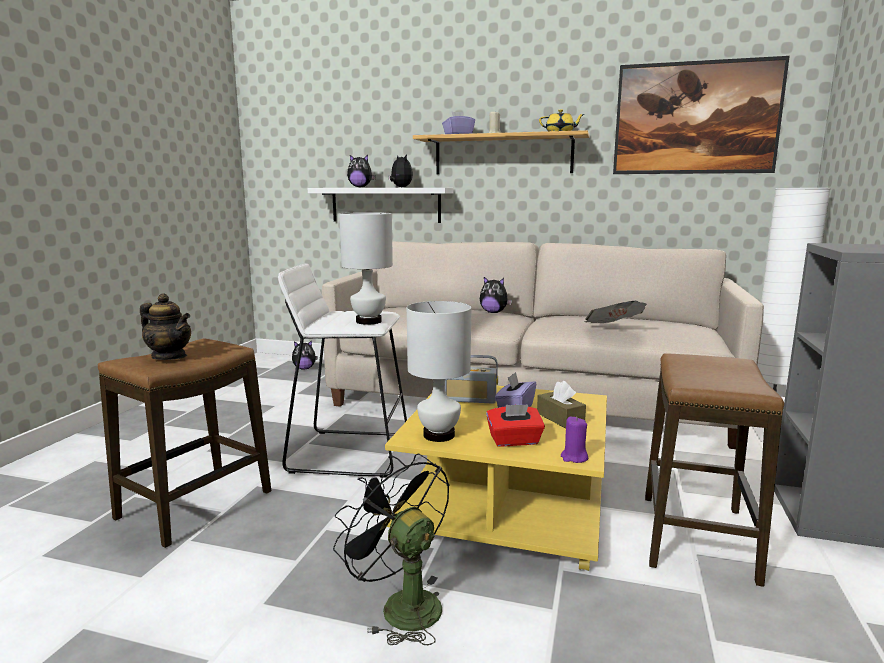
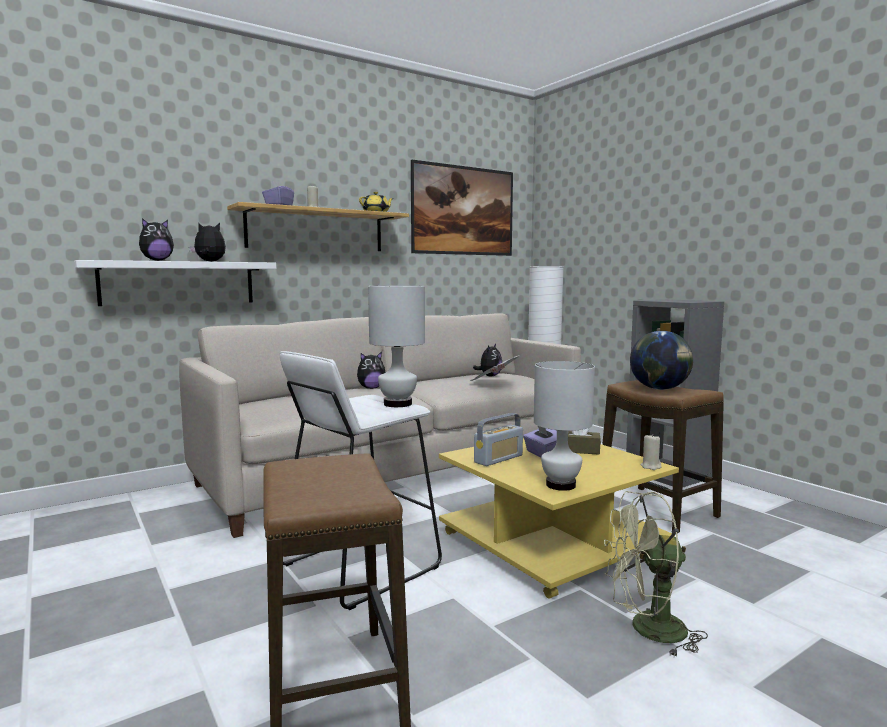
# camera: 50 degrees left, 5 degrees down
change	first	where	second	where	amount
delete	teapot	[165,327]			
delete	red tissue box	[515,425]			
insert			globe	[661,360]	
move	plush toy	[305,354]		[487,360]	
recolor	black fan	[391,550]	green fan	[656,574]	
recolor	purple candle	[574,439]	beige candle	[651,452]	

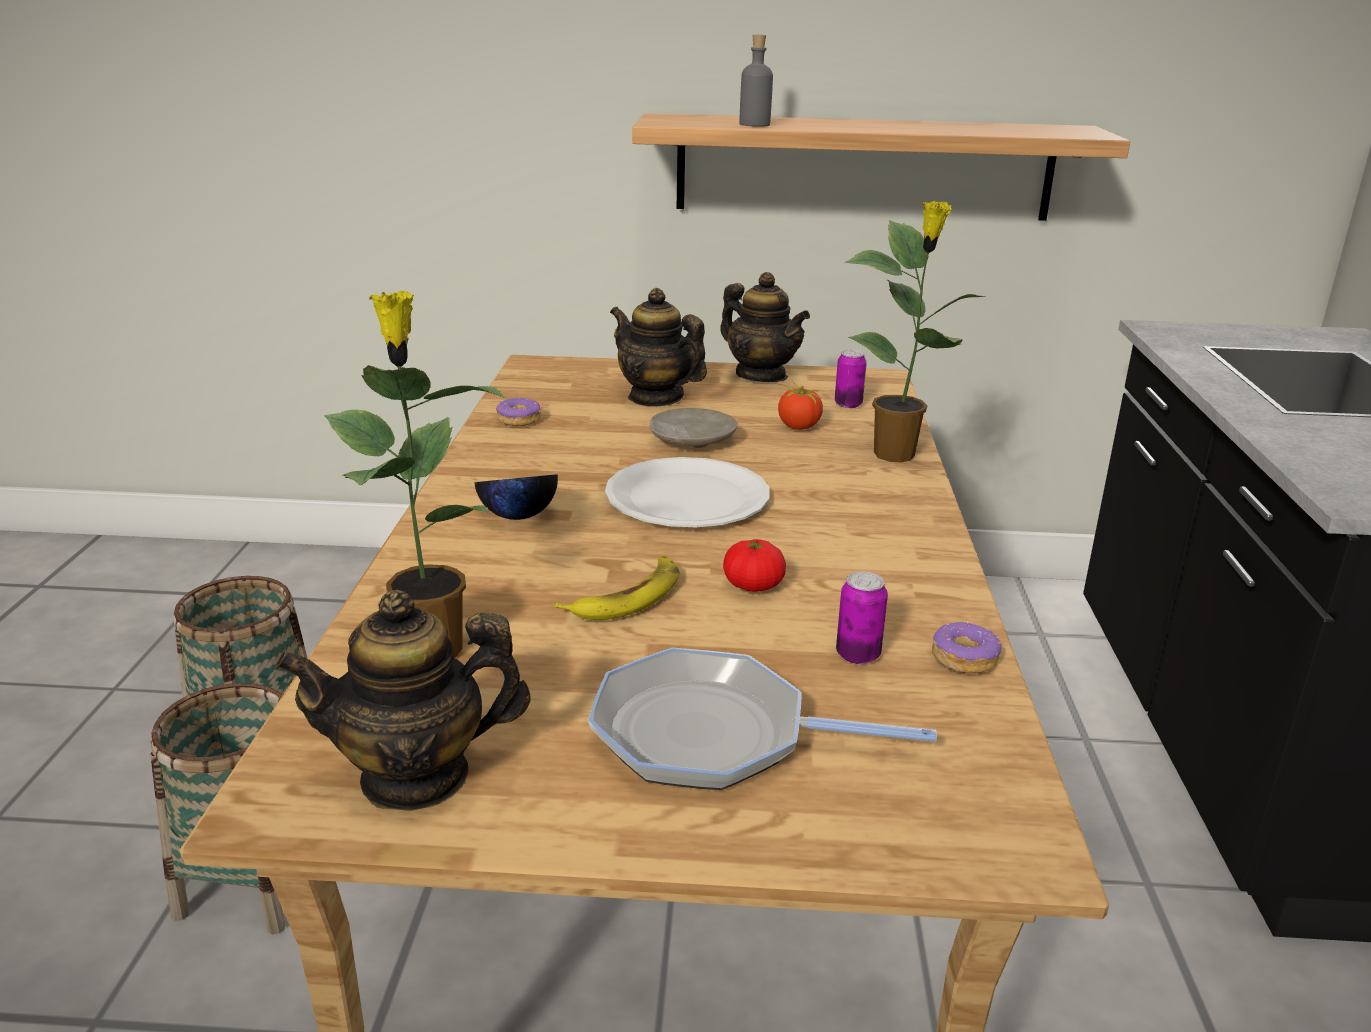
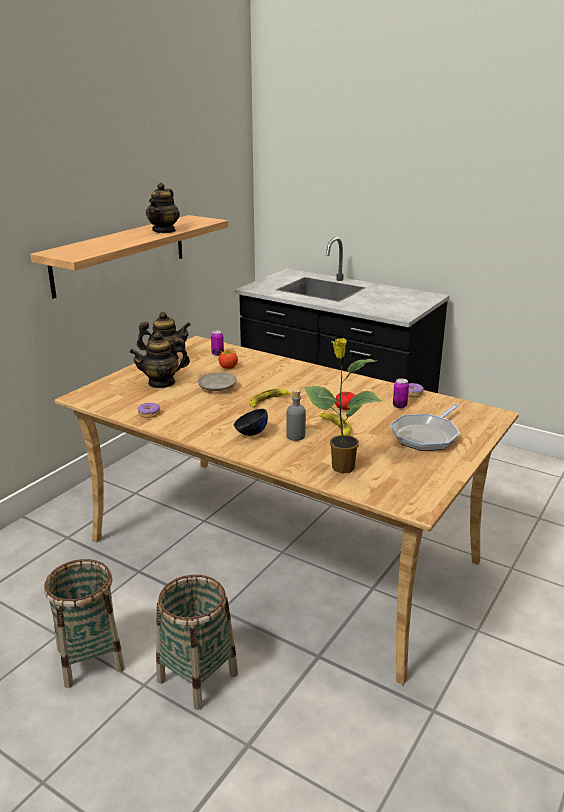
# camera: 60 degrees left, 0 degrees up
change	first	where	second	where	amount
delete	potted plant	[915,331]			
move	teapot	[403,700]		[163,208]	
move	grey bottle	[756,81]		[296,415]	
replace	white plate	[687,492]	banana	[271,398]	

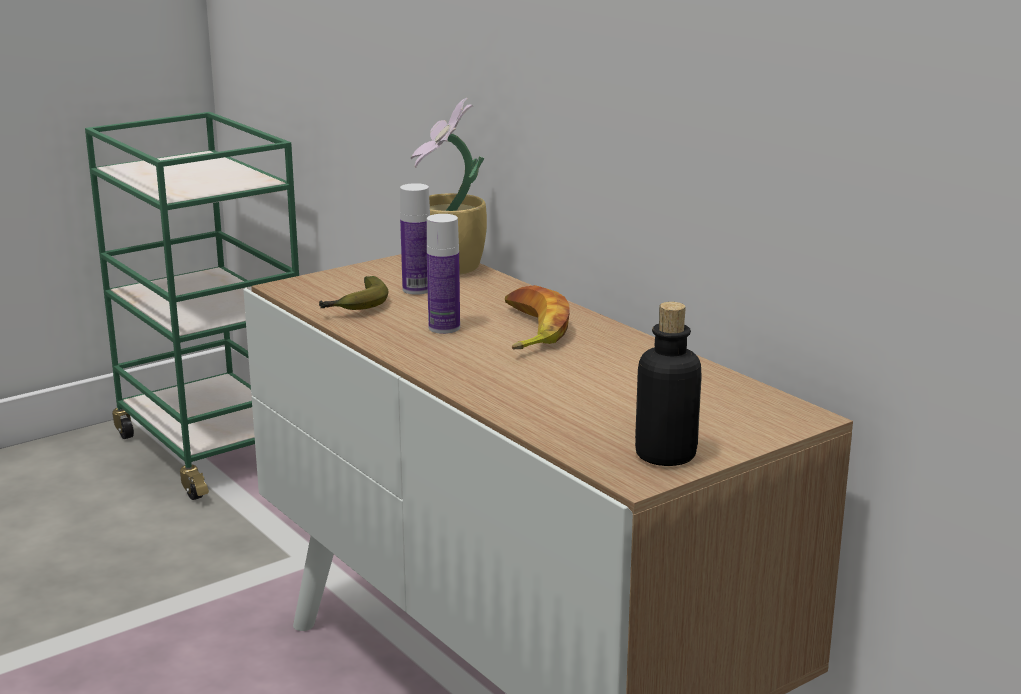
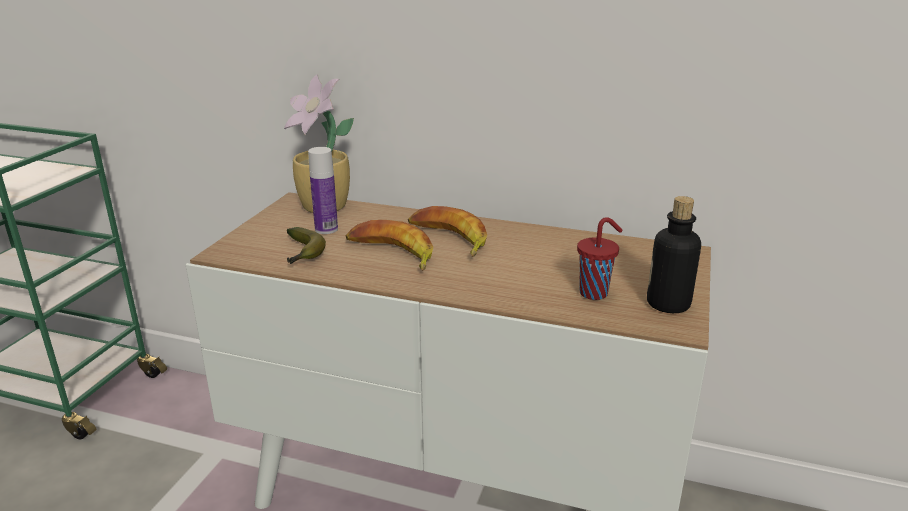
# camera: 35 degrees left, 5 degrees up
change	first	where	second	where	amount
insert			red cup	[599,258]	
replace	bottle	[443,274]	banana	[389,245]	

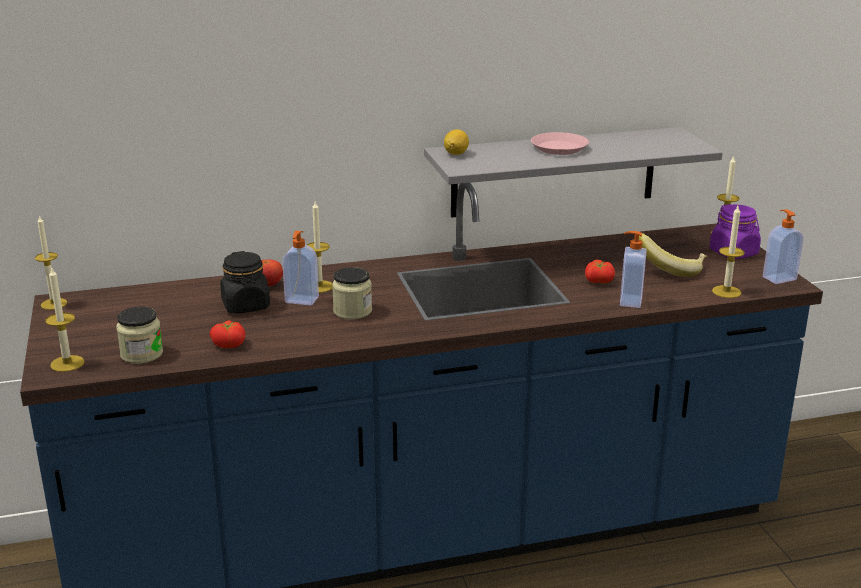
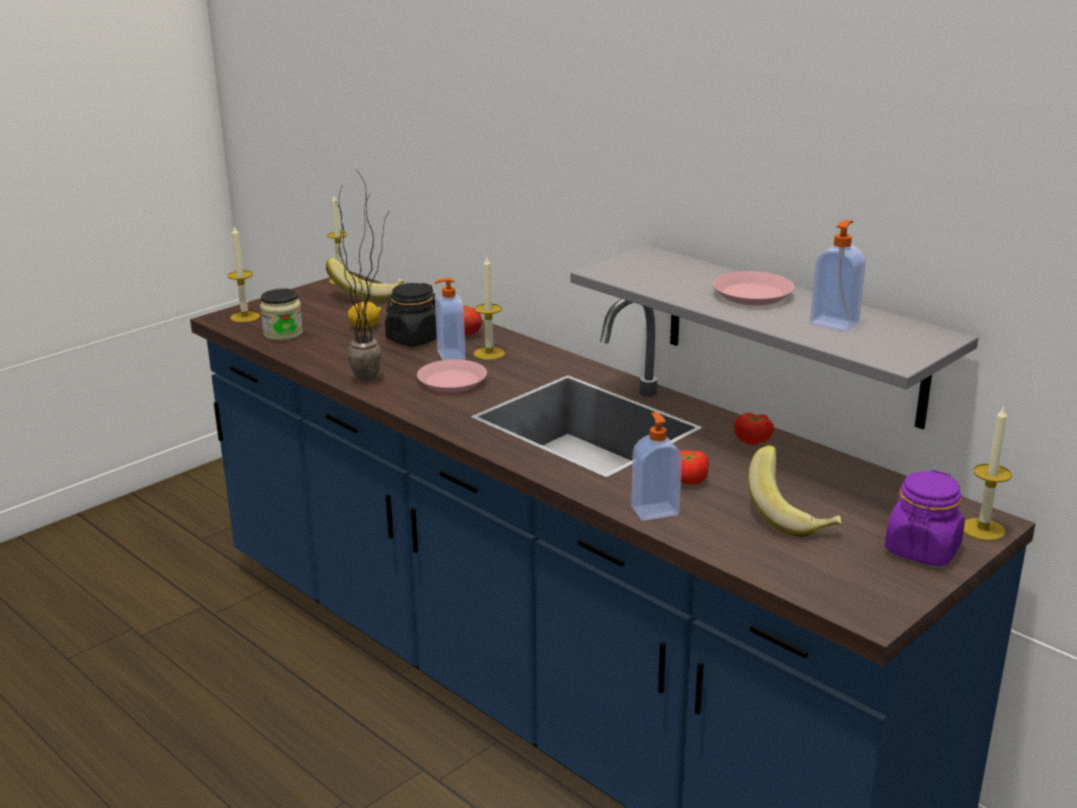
# camera: 60 degrees right, 0 degrees up
change	first	where	second	where	amount
delete	candle	[728,252]			
insert			banana	[365,279]	
insert			potted plant	[361,276]	
move	tomato	[228,334]		[754,429]	
move	lemon	[456,142]		[364,315]	
move	soap dispenser	[783,246]		[838,276]	
replace	jar	[352,293]	pink plate	[452,376]	

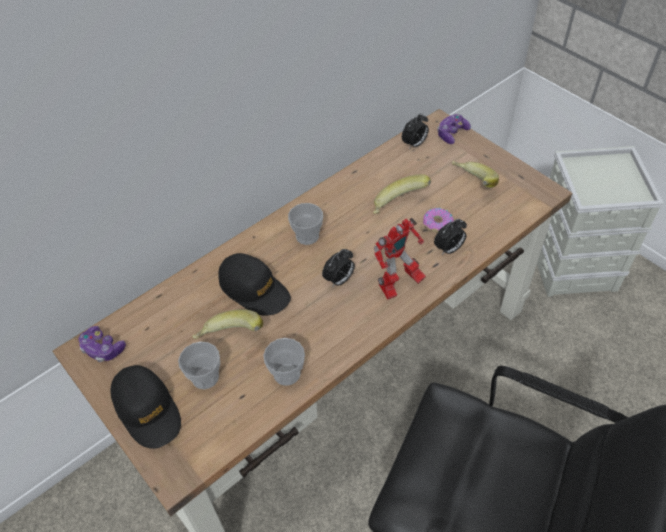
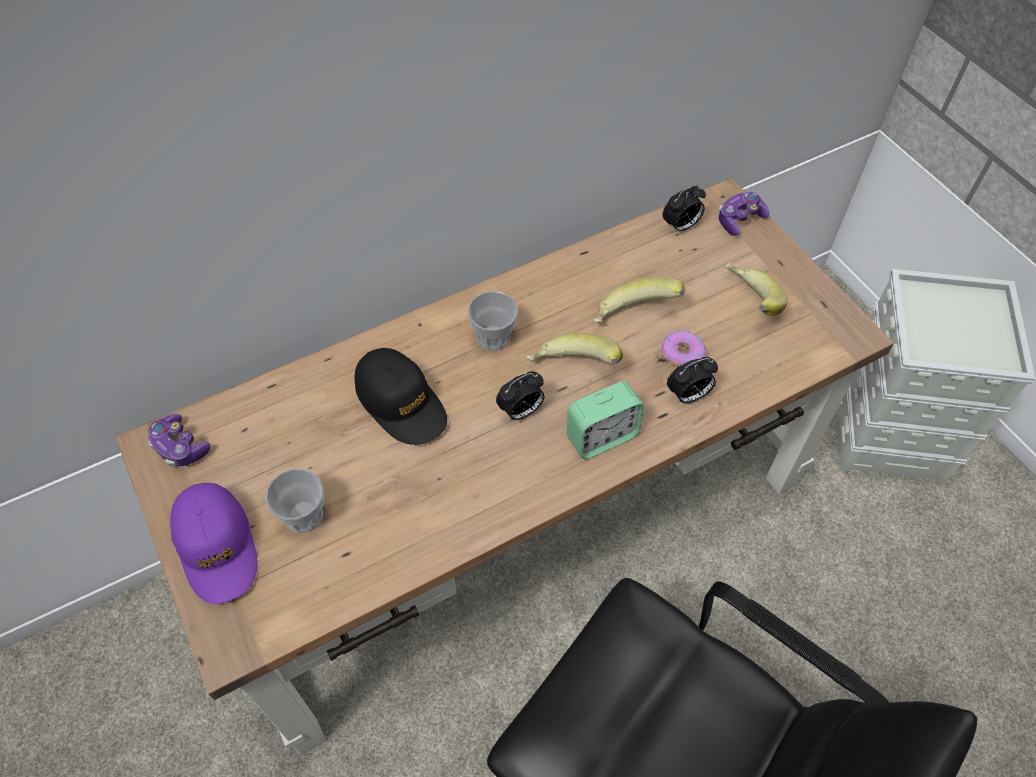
# camera: 10 degrees right, 5 degrees up
change	first	where	second	where	amount
delete	cup	[284,362]			
move	banana	[227,324]		[574,349]	
replace	toy robot	[400,259]	alarm clock	[605,420]	
recolor	black cap	[145,407]	purple cap	[213,543]	

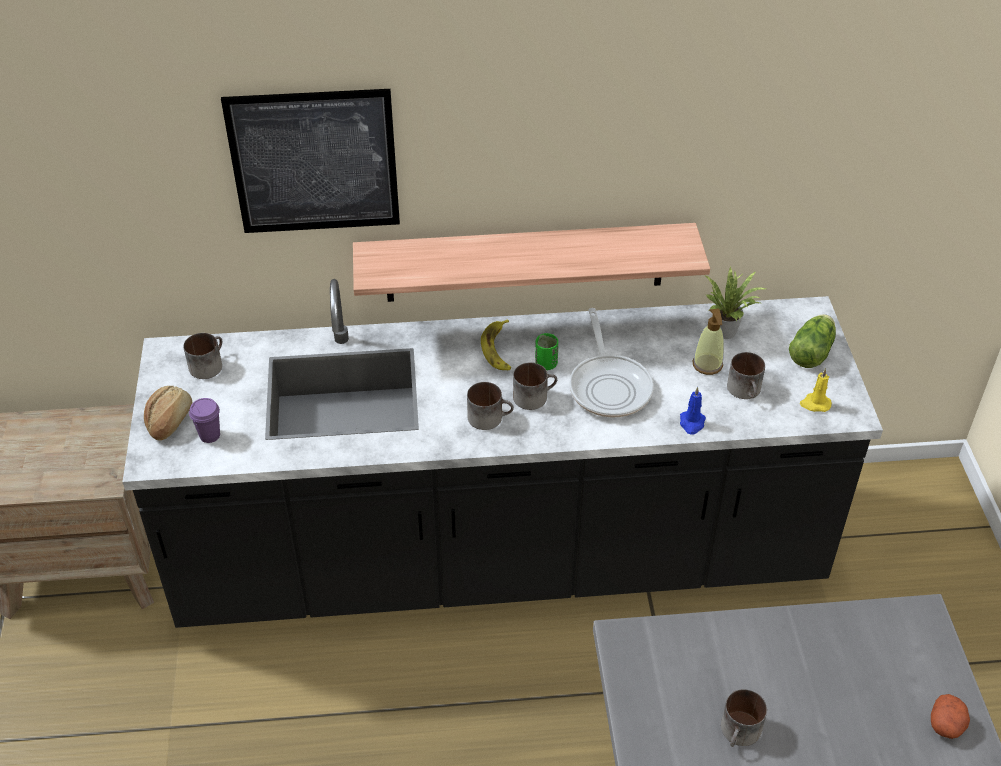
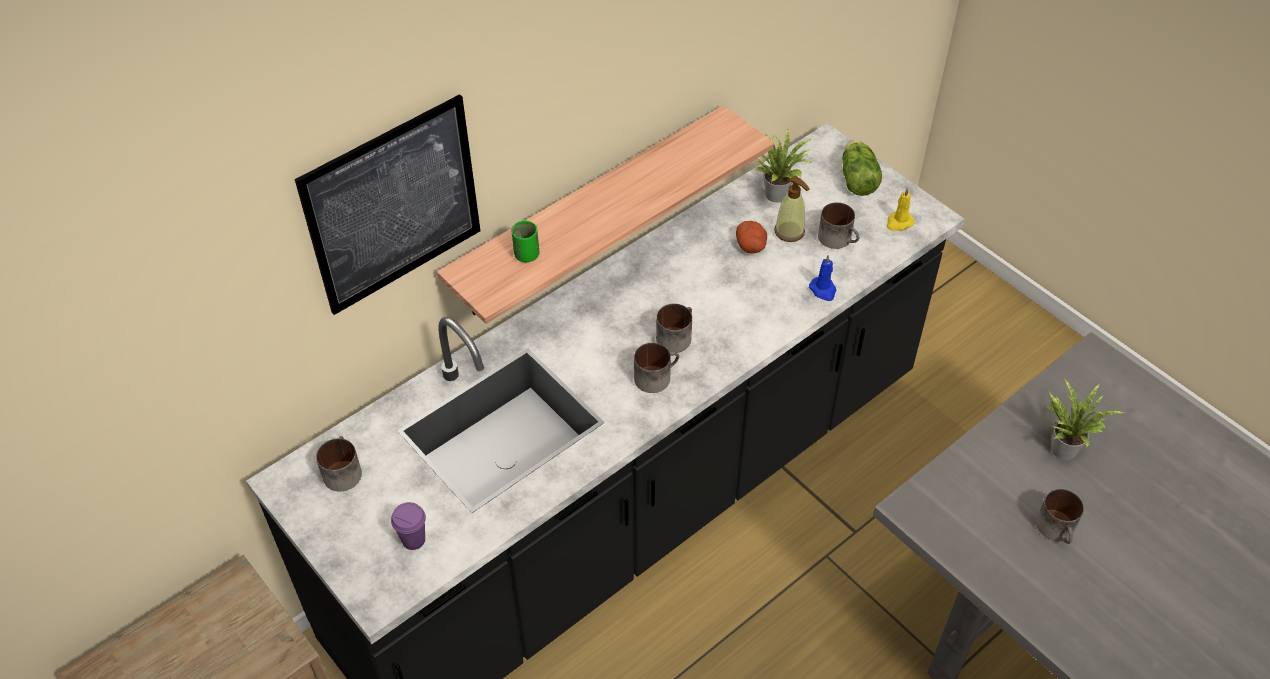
# camera: 35 degrees left, 5 degrees up
change	first	where	second	where	amount
delete	bread	[168,413]			
delete	banana	[496,344]			
delete	frying pan	[611,363]			
insert			potted plant	[1086,420]	
move	green cup	[546,351]		[525,241]	
move	potato	[950,716]		[751,237]	

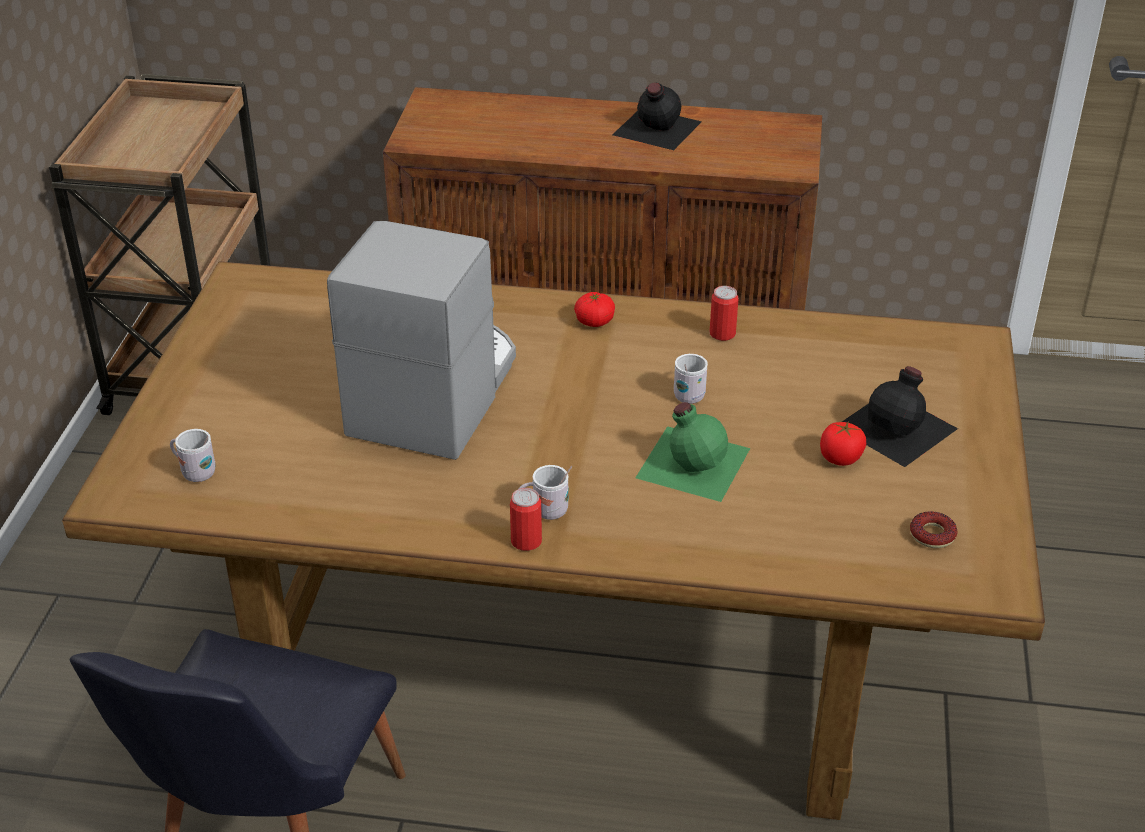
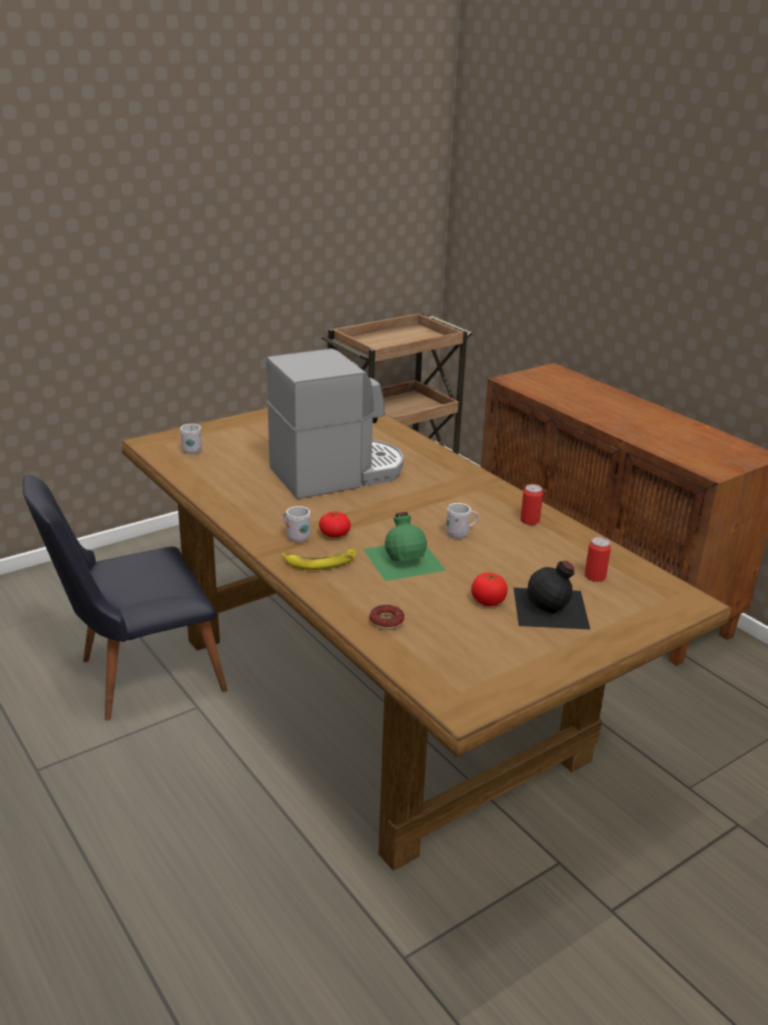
# camera: 45 degrees right, 10 degrees down
change	first	where	second	where	amount
delete	black bottle	[657,116]			
insert			banana	[318,559]	
move	can	[526,519]		[598,559]	
move	tomato	[594,309]		[335,525]	
move	donut	[934,529]		[387,617]	

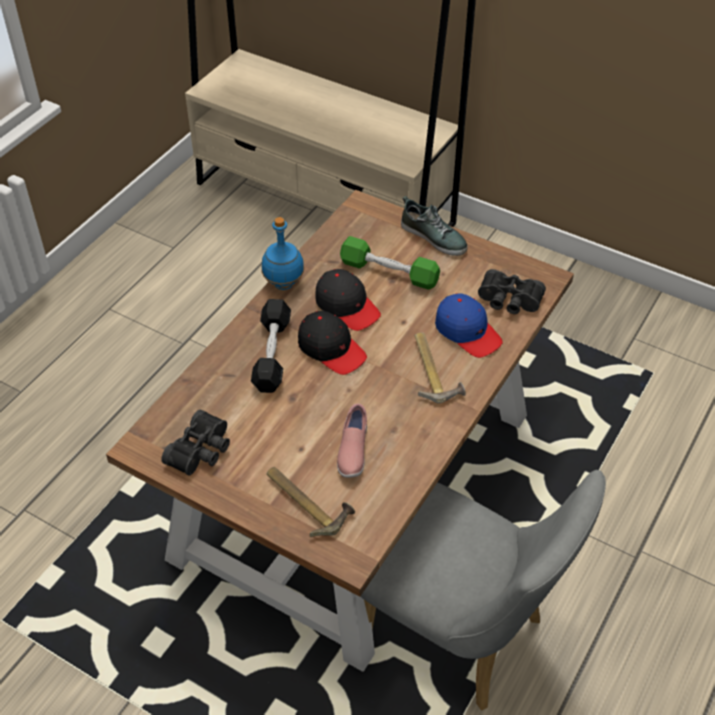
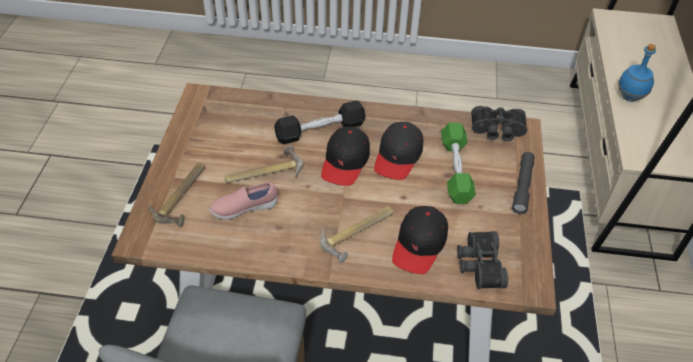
# camera: 65 degrees right, 0 degrees up
change	first	where	second	where	amount
insert			hammer	[263,164]	
move	black binoculars	[195,442]		[499,123]	
move	blue bottle	[283,253]		[637,73]	
replace	shoe	[434,226]	grey flashlight	[523,183]	
recolor	blue cap	[469,325]	black cap	[420,240]	

